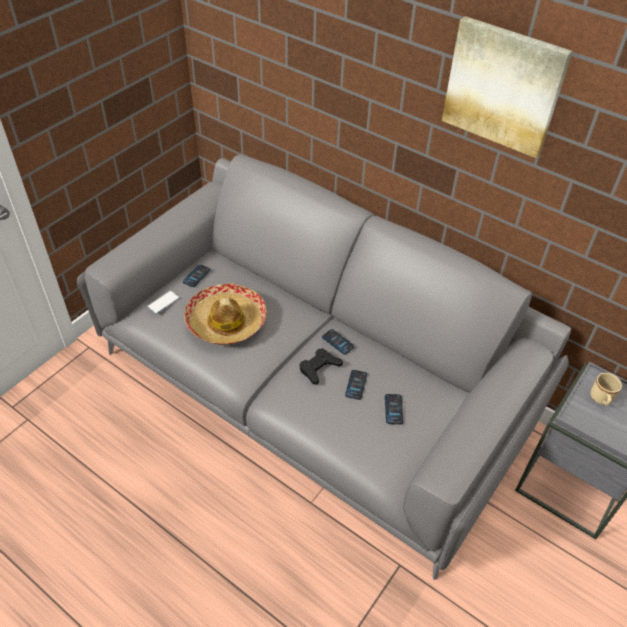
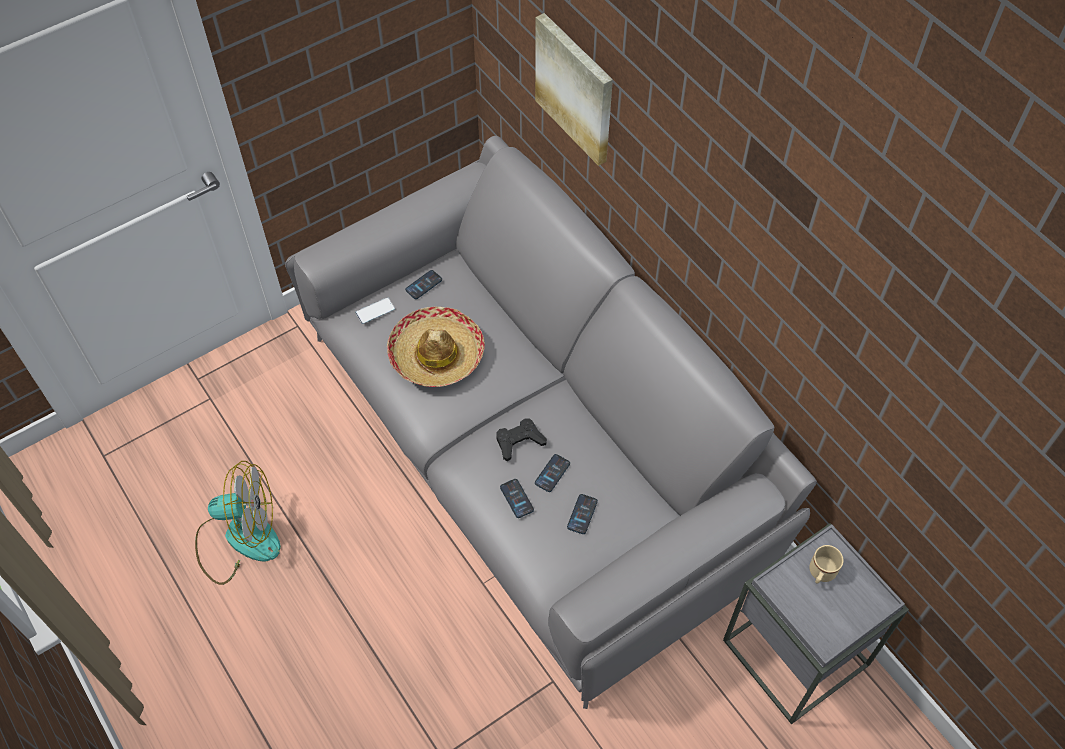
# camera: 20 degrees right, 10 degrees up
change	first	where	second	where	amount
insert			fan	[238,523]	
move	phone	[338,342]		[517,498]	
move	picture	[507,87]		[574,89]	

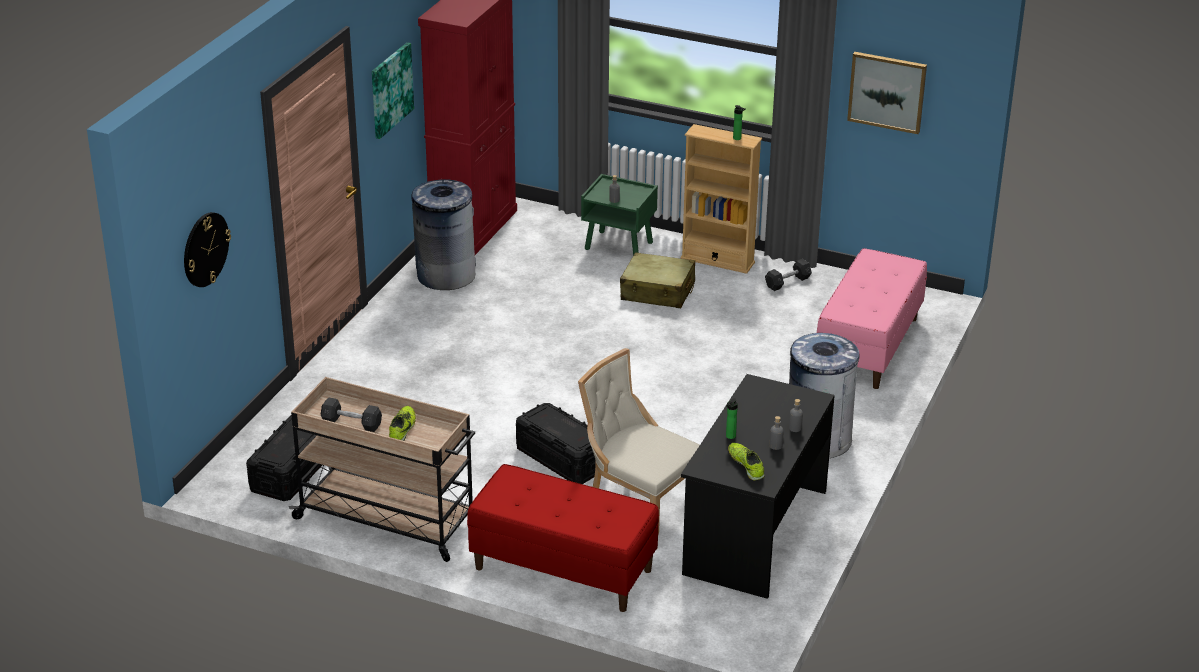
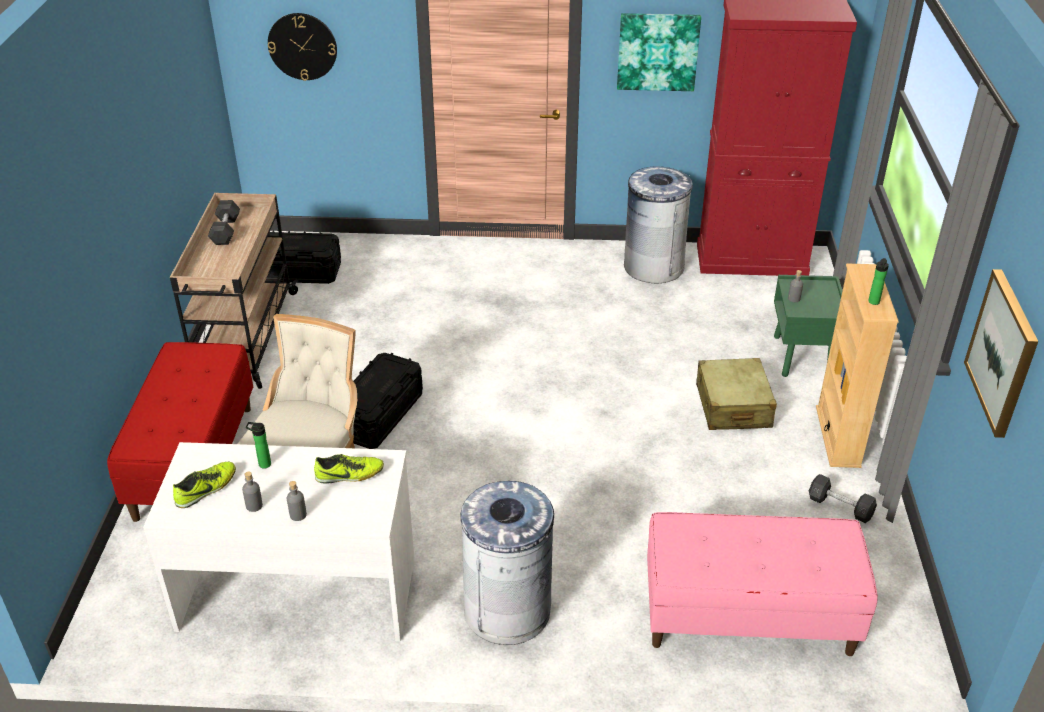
# camera: 70 degrees right, 5 degrees up
change	first	where	second	where	amount
move	shoe	[402,423]		[349,468]	
recolor	black desk	[758,486]	white desk	[278,541]	

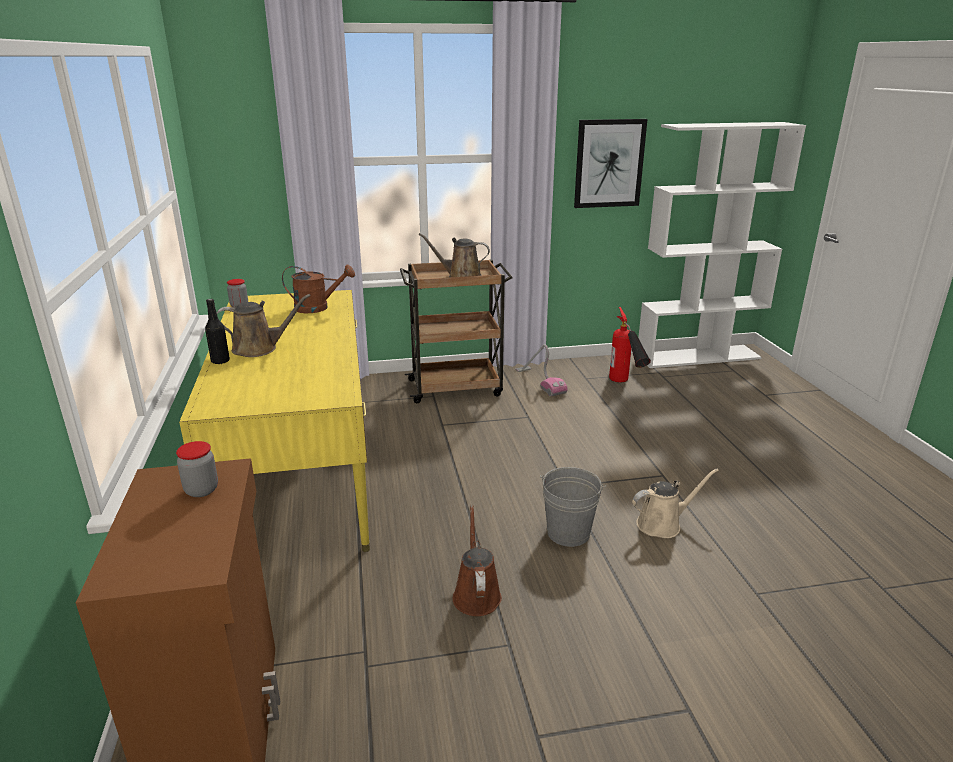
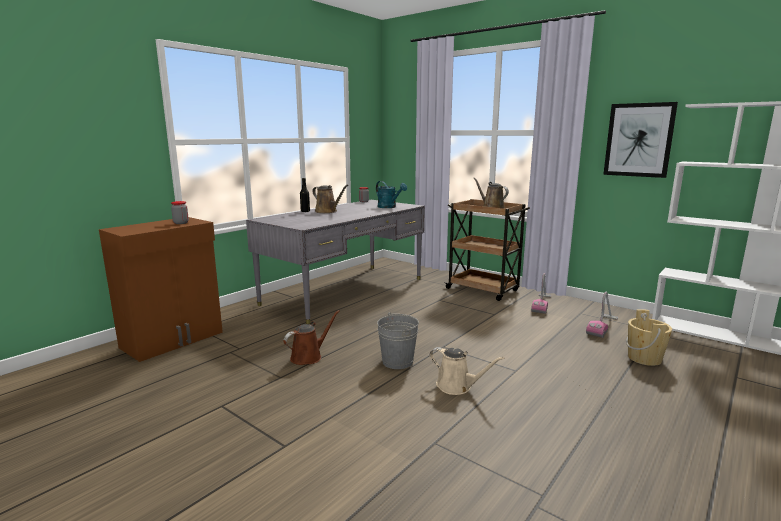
# camera: 50 degrees right, 10 degrees down
change	first	where	second	where	amount
insert			beige bucket	[649,337]	
replace	fire extinguisher	[630,344]	vacuum cleaner	[602,315]	
recolor	yellow desk	[274,421]	grey desk	[335,262]	
recolor	brown watering can	[318,289]	turquoise watering can	[391,194]	

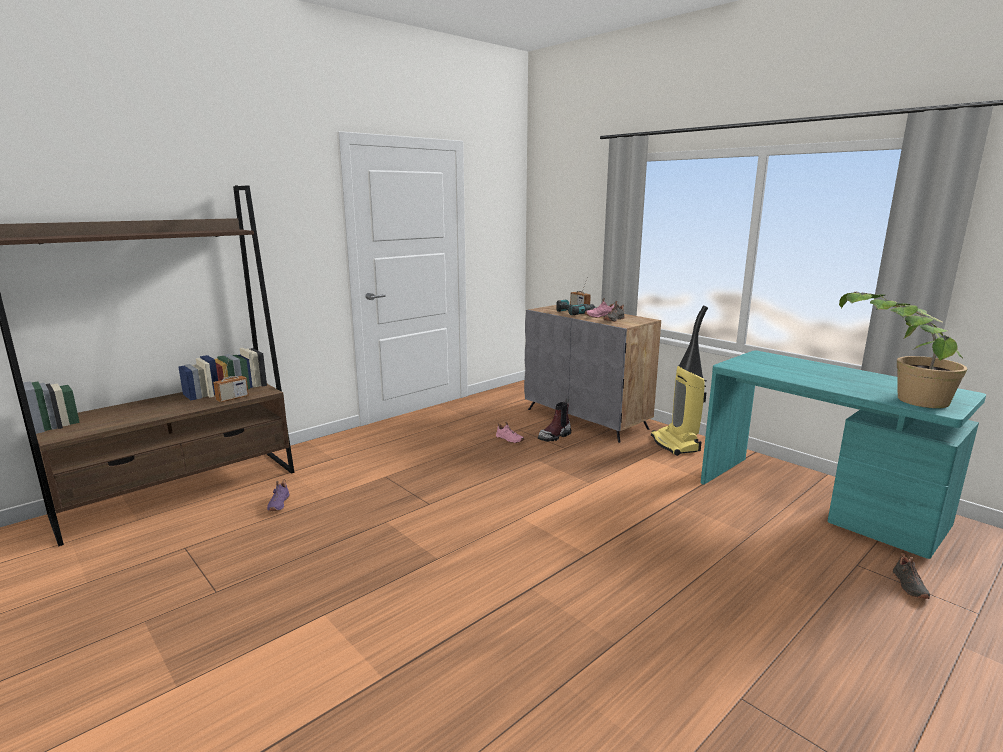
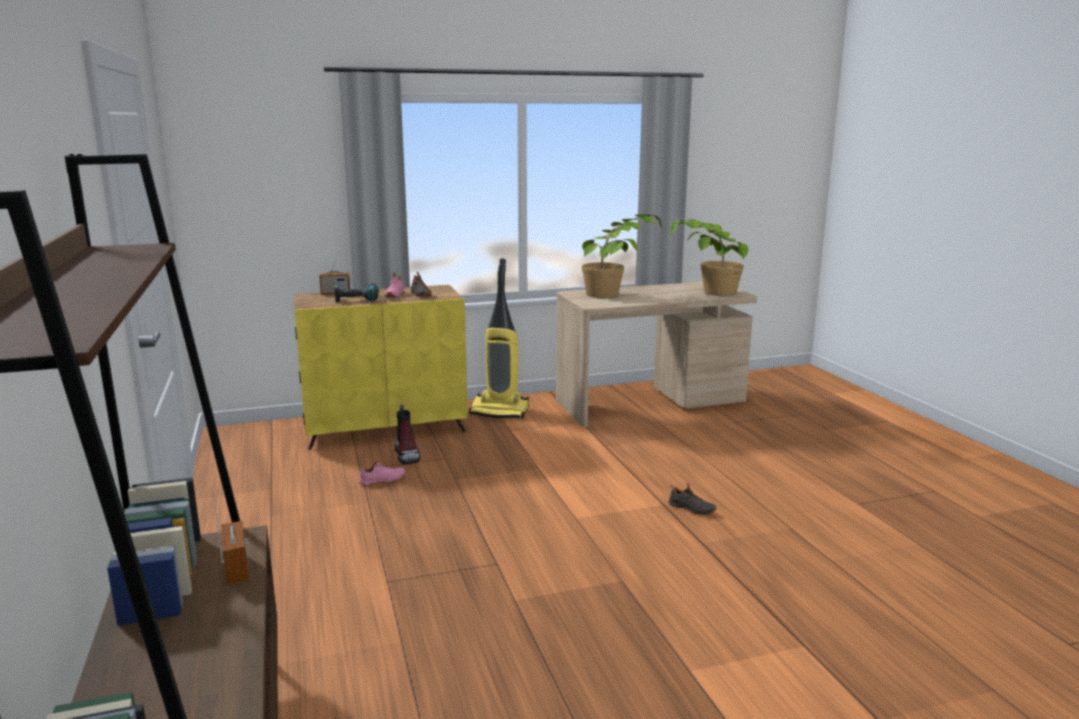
# camera: 65 degrees left, 0 degrees up
change	first	where	second	where	amount
delete	purple shoe	[278,495]			
insert			potted plant	[622,256]	
move	black shoe	[911,576]		[693,499]	
recolor	grey cabinet	[592,374]	yellow cabinet	[380,367]	
recolor	turquoise desk	[843,454]	beige desk	[656,354]	

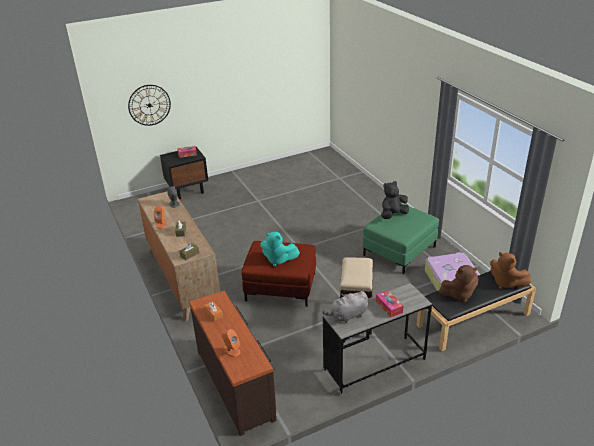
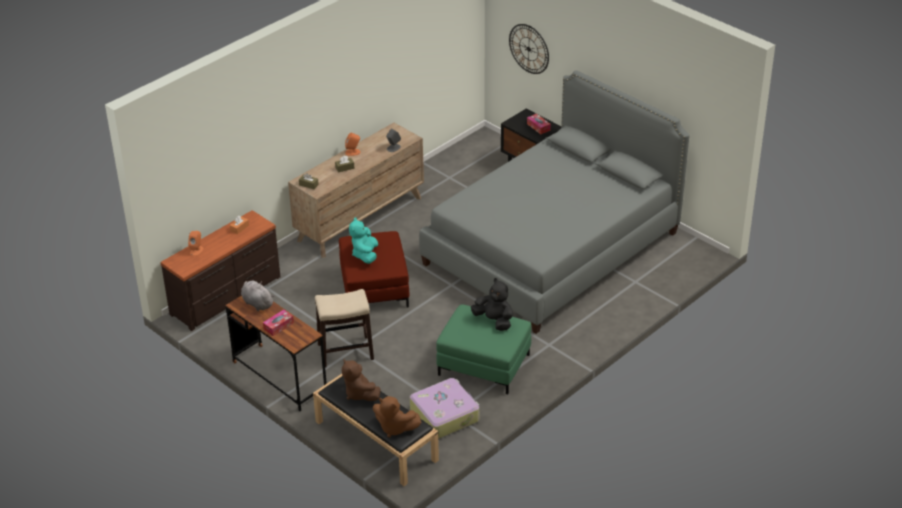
# camera: 70 degrees right, 5 degrees up
change	first	where	second	where	amount
insert			grey bed	[554,202]	
recolor	grey desk	[377,339]	brown desk	[276,353]	
rotate	brown plush toy	[511,270]		[397,416]	90 degrees counterclockwise

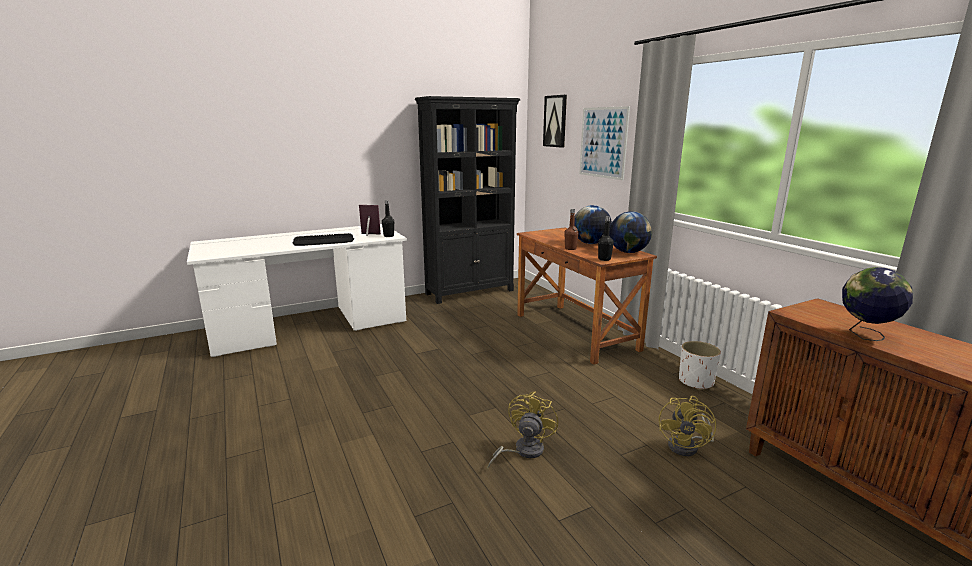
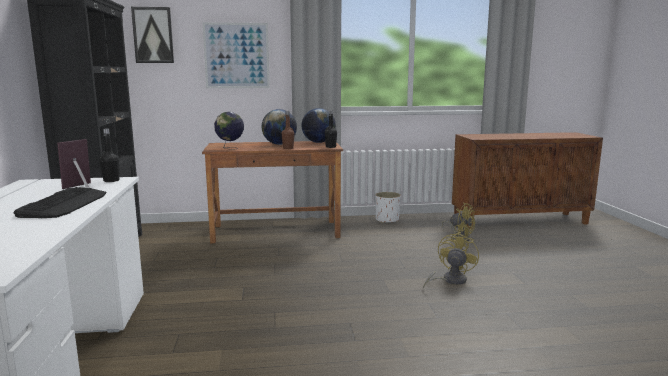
# camera: 70 degrees left, 5 degrees down
change	first	where	second	where	amount
move	globe	[877,304]		[229,131]	
rotate	yellow fan	[522,430]		[451,260]	75 degrees clockwise

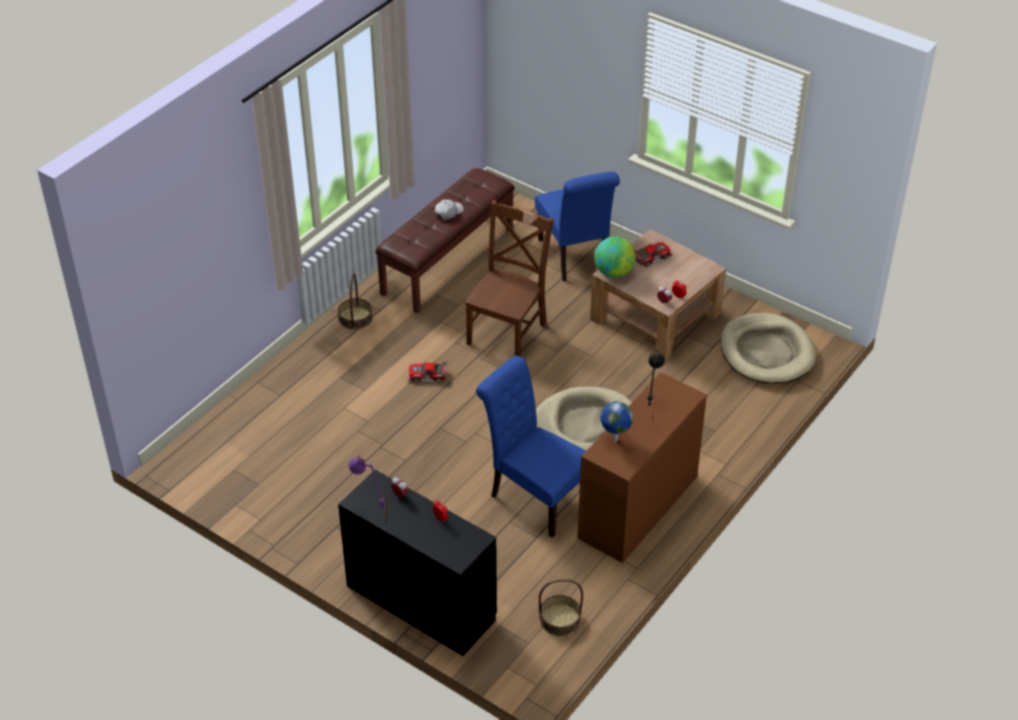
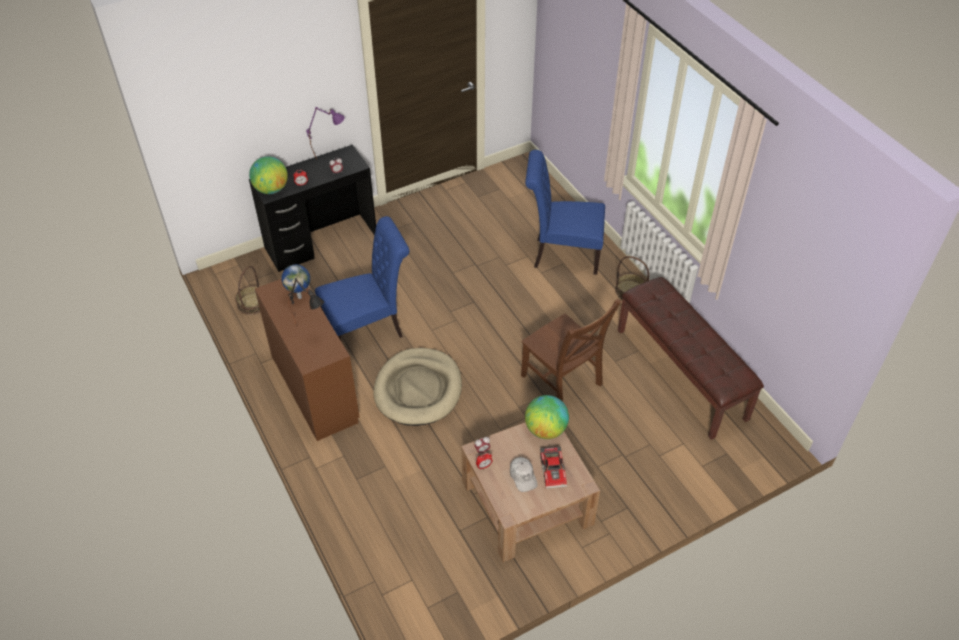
# camera: 115 degrees right, 5 degrees up
change	first	where	second	where	amount
delete	toy car	[427,372]			
delete	beige dog bed	[768,348]			
insert			globe	[268,175]	
move	white cap	[449,209]		[524,474]	
move	blue chair	[577,227]		[565,212]	

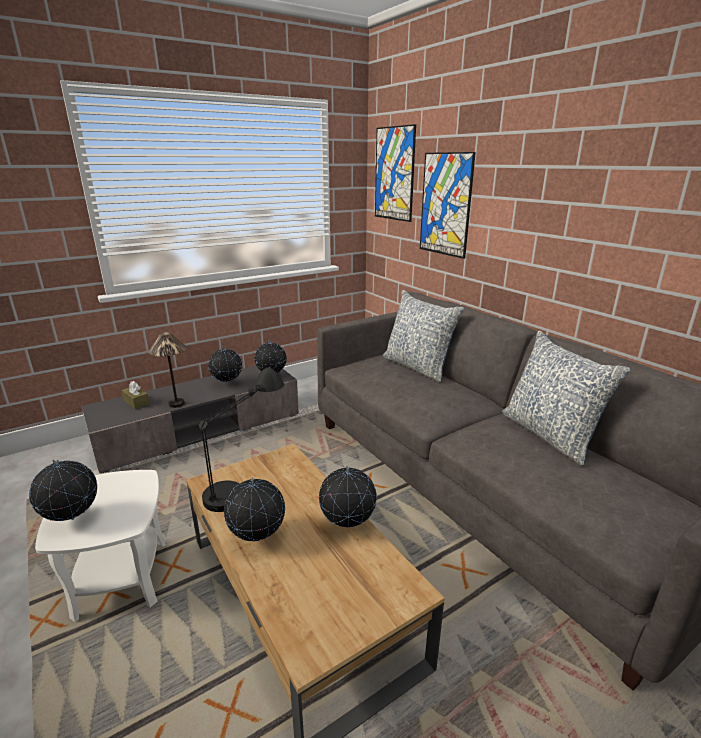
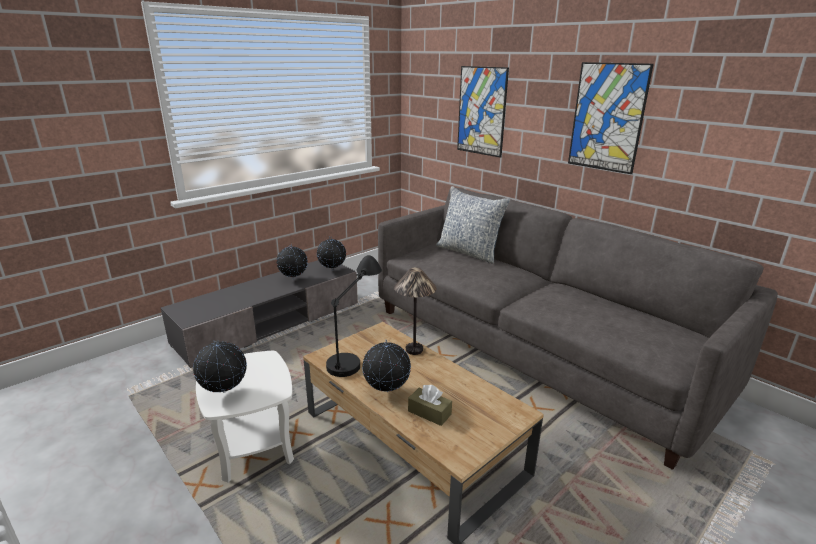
# camera: 10 degrees left, 0 degrees up
change	first	where	second	where	amount
delete	globe	[347,497]			
delete	pillow	[566,398]			
move	brown tissue box	[135,395]		[430,405]	
move	table lamp	[167,370]		[415,311]	
move	picture	[395,173]		[611,118]	

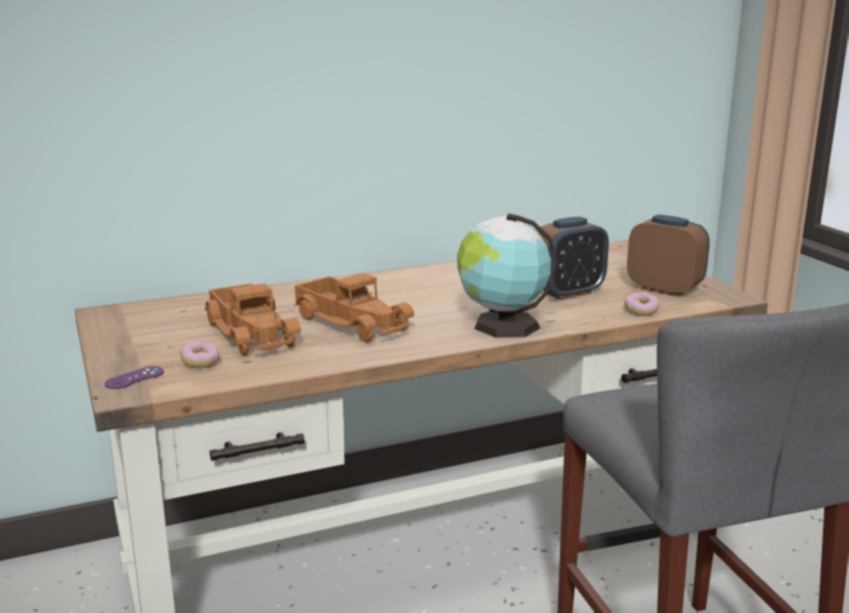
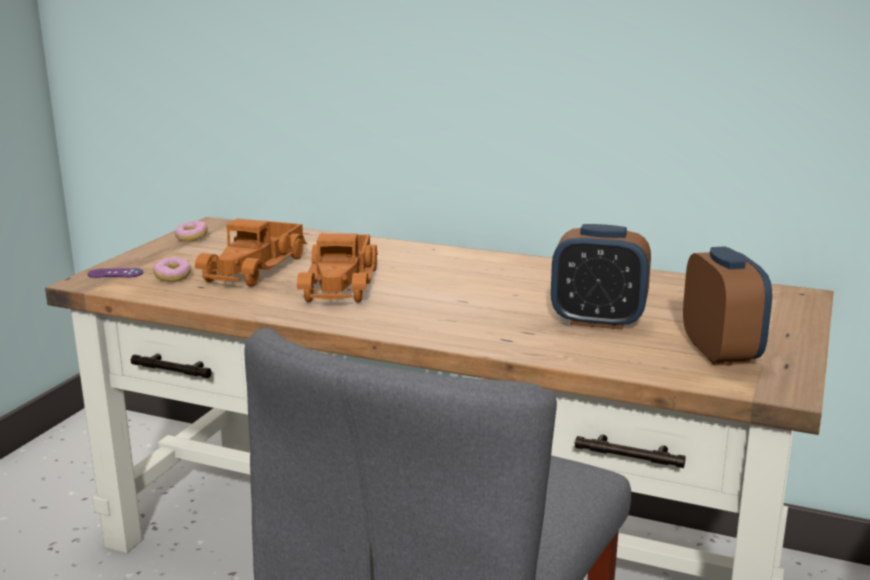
# camera: 45 degrees right, 0 degrees up
change	first	where	second	where	amount
delete	globe	[507,275]			
move	donut	[642,304]		[191,231]	

